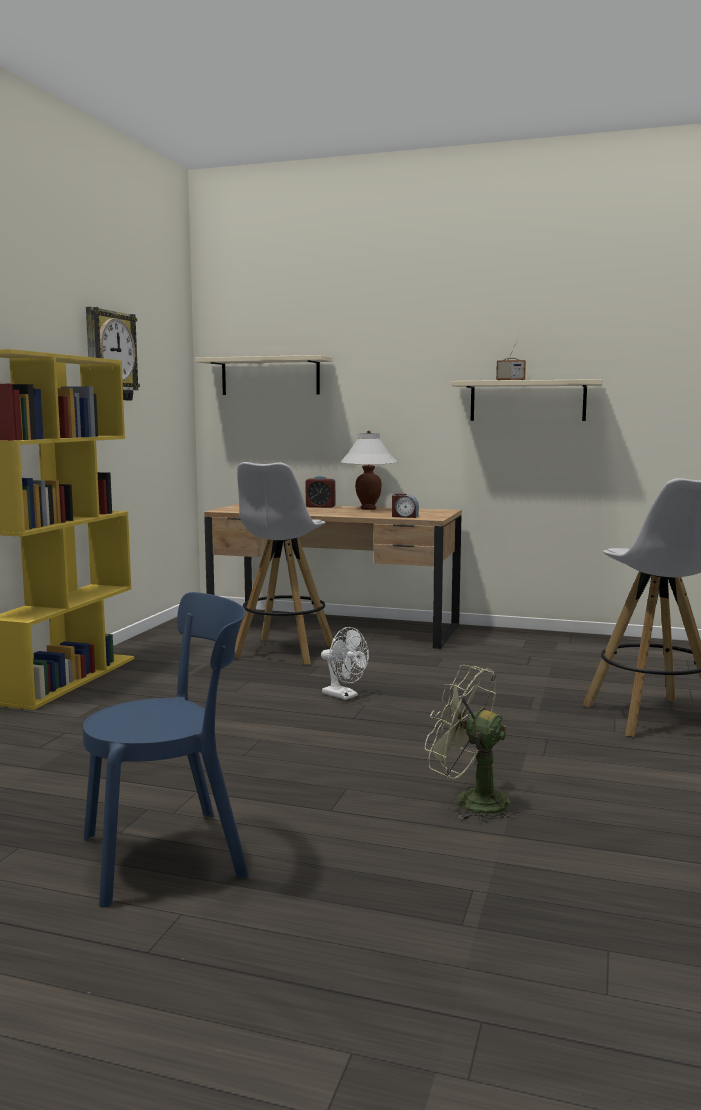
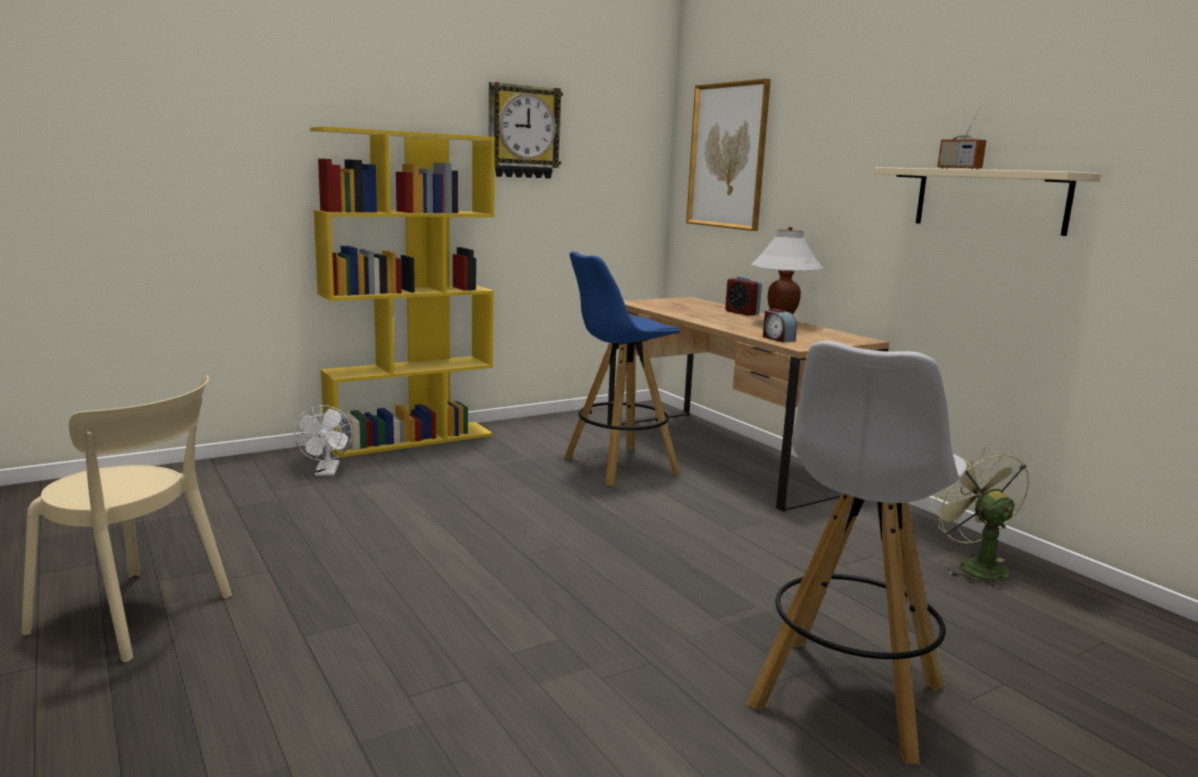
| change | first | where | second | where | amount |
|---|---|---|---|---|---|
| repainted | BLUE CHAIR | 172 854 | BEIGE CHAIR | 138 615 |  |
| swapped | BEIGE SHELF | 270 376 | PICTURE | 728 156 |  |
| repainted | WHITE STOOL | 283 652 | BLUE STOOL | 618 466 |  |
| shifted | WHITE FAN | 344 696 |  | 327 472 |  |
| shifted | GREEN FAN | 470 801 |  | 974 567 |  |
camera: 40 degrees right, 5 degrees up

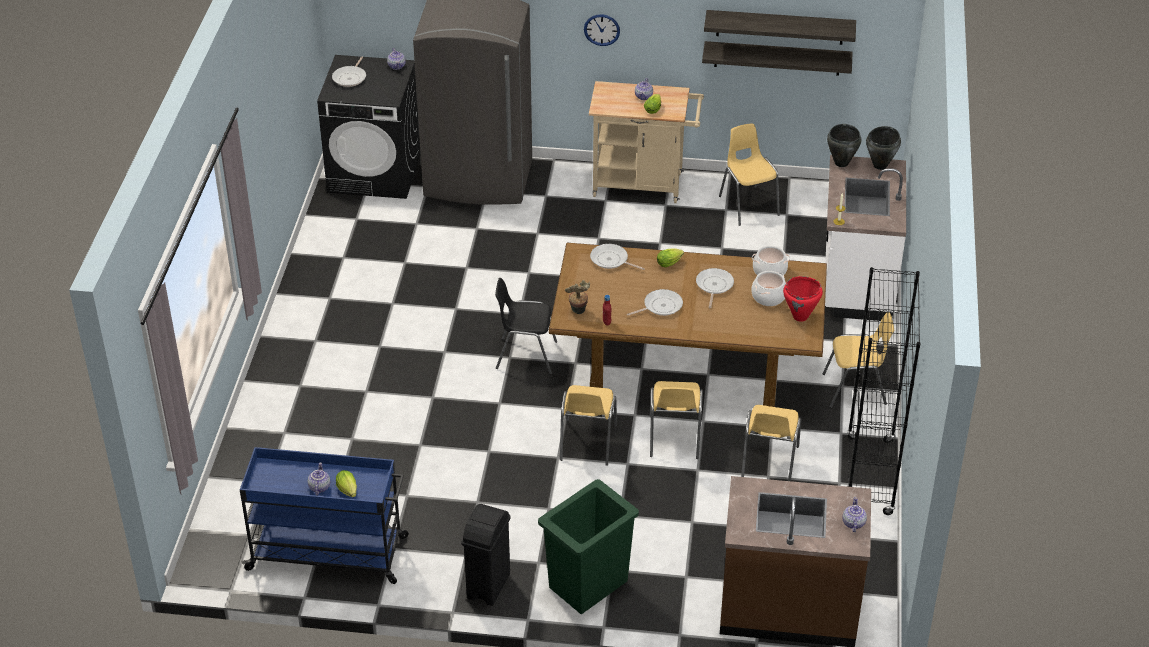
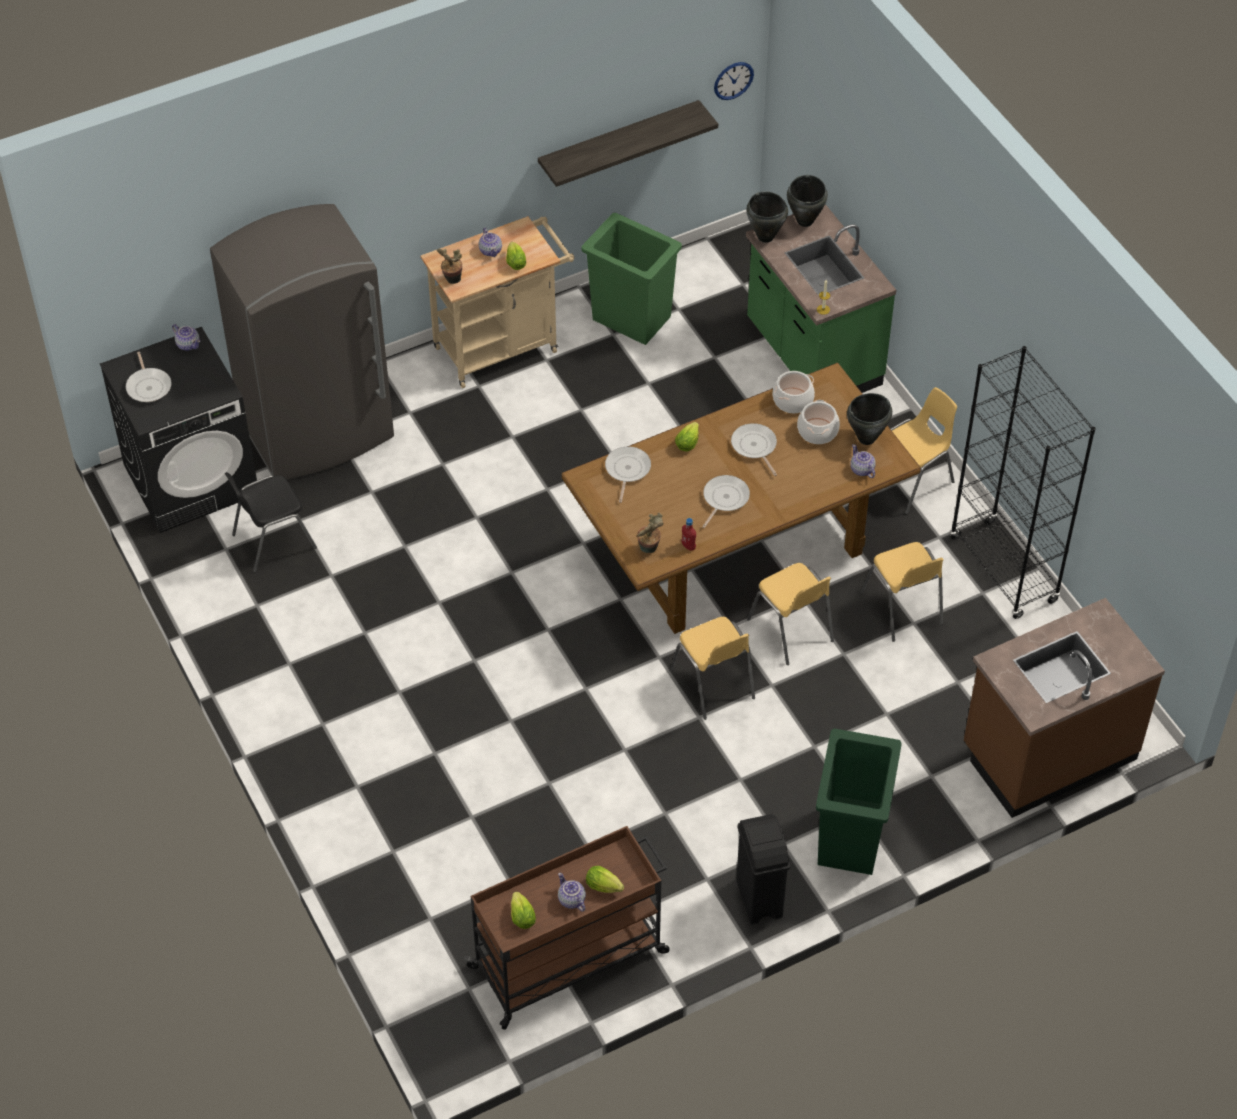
| change | first | where | second | where | amount |
|---|---|---|---|---|---|
| repainted | BLUE CART | 329 553 | BROWN CART | 570 959 |  |
| shifted | BLACK CHAIR | 525 355 |  | 273 541 |  |
| shifted | WALL CLOCK | 602 29 |  | 733 80 |  |
| rotated | FRYING PAN | 611 260 |  | 627 470 | 105 degrees clockwise |
| gone | SHELF | 780 27 |  |  |  |
| swapped | YELLOW CHAIR | 748 205 | GREEN TRASH CAN | 631 317 |  |
| repainted | RED COOKING POT | 800 317 | BLACK COOKING POT | 867 438 |  |
| repainted | WHITE COUNTER | 855 282 | GREEN COUNTER | 812 356 |  |
| shifted | TEAPOT | 853 523 |  | 862 470 |  |
| new |  |  | POTTED PLANT | 452 280 |  |
| new |  |  | LETTUCE | 521 915 |  |
camera: 35 degrees left, 10 degrees up

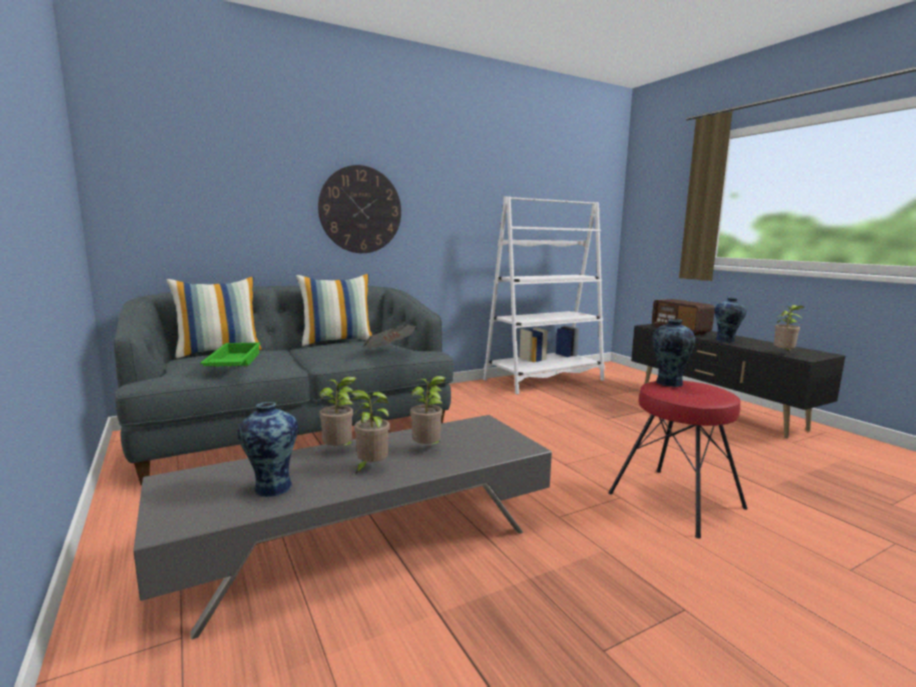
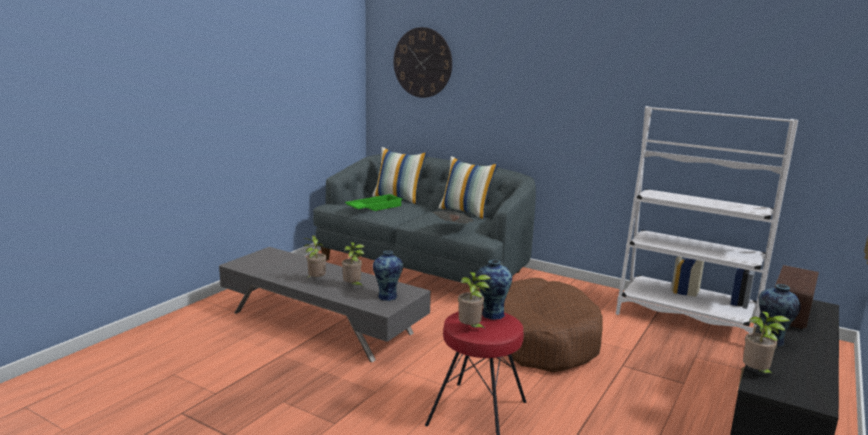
| change | first | where | second | where | amount |
|---|---|---|---|---|---|
| shifted | VASE | 272 487 |  | 387 296 |  |
| shifted | WALL CLOCK | 360 210 |  | 422 62 |  |
| shifted | POTTED PLANT | 339 450 |  | 471 329 |  |
| new |  |  | BROWN DOG BED | 542 339 |  |
camera: 60 degrees right, 5 degrees up

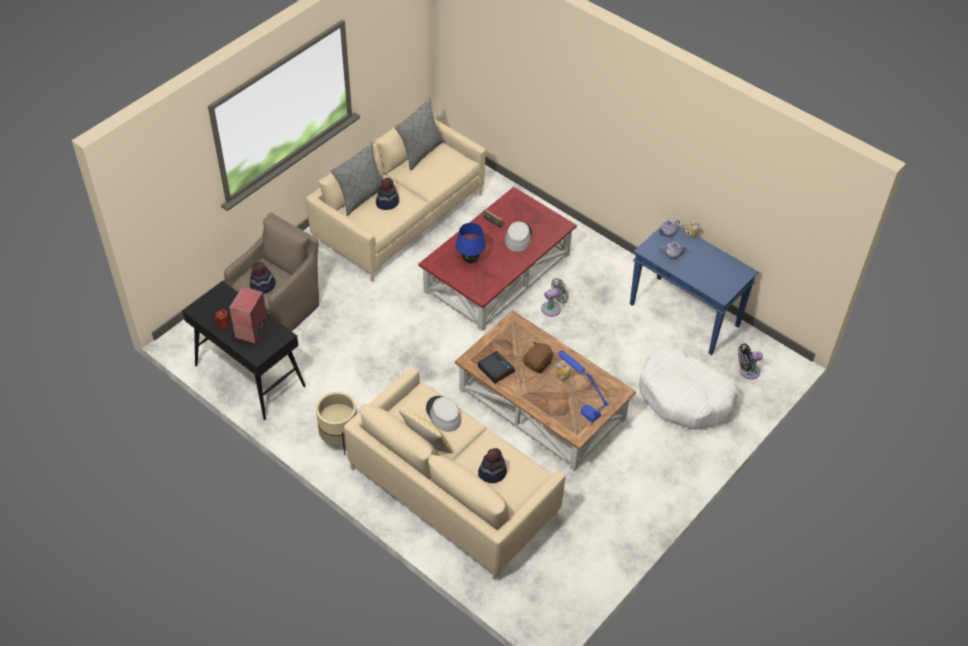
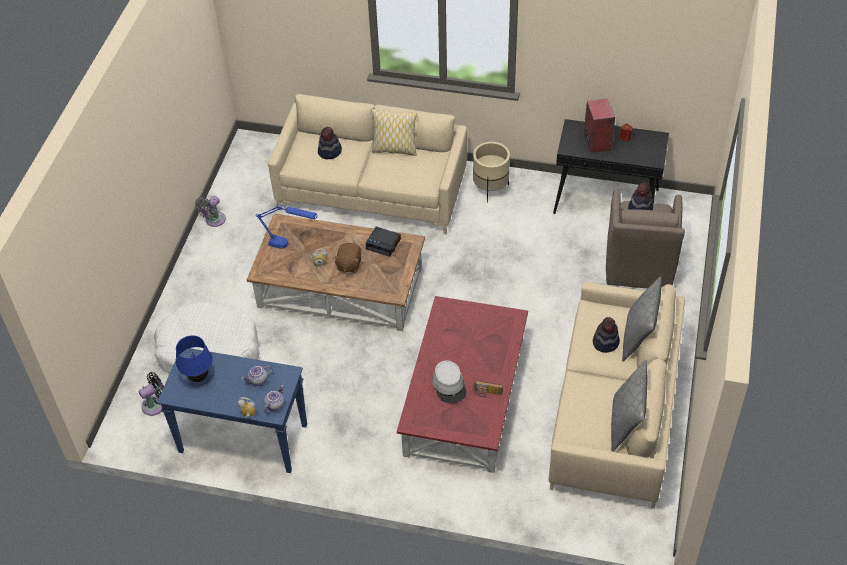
| change | first | where | second | where | amount |
|---|---|---|---|---|---|
| gone | GREY HAT | 443 414 |  |  |  |
| shifted | BLUE TABLE LAMP | 470 260 |  | 198 378 |  |
| shifted | GREY FAN | 553 308 |  | 214 221 |  |
camera: 155 degrees right, 0 degrees up

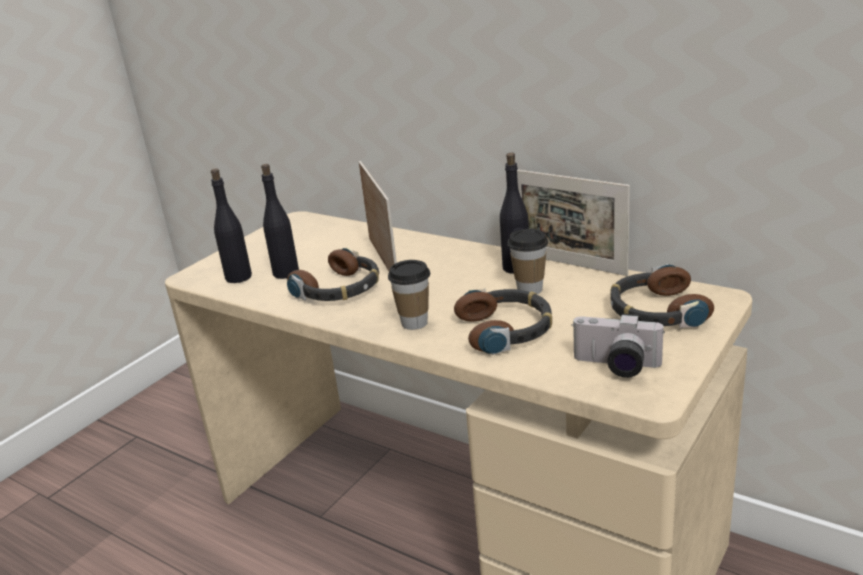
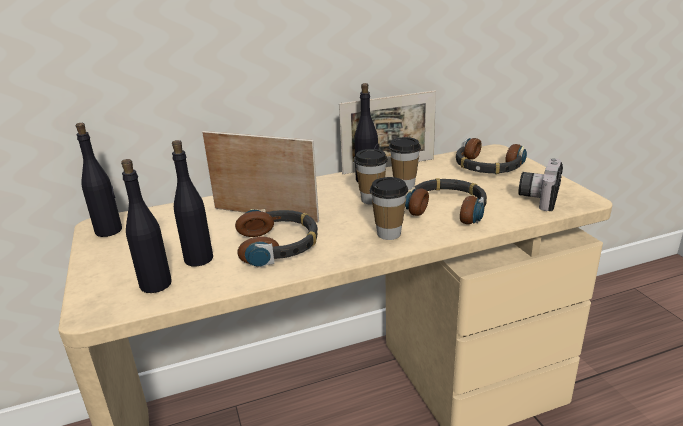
| change | first | where | second | where | amount |
|---|---|---|---|---|---|
| rotated | PHOTO CAMERA | 615 366 |  | 538 196 | 150 degrees clockwise |
| new |  |  | BLACK BOTTLE | 109 230 |  |
| new |  |  | CUP | 371 199 |  |
camera: 55 degrees left, 0 degrees up

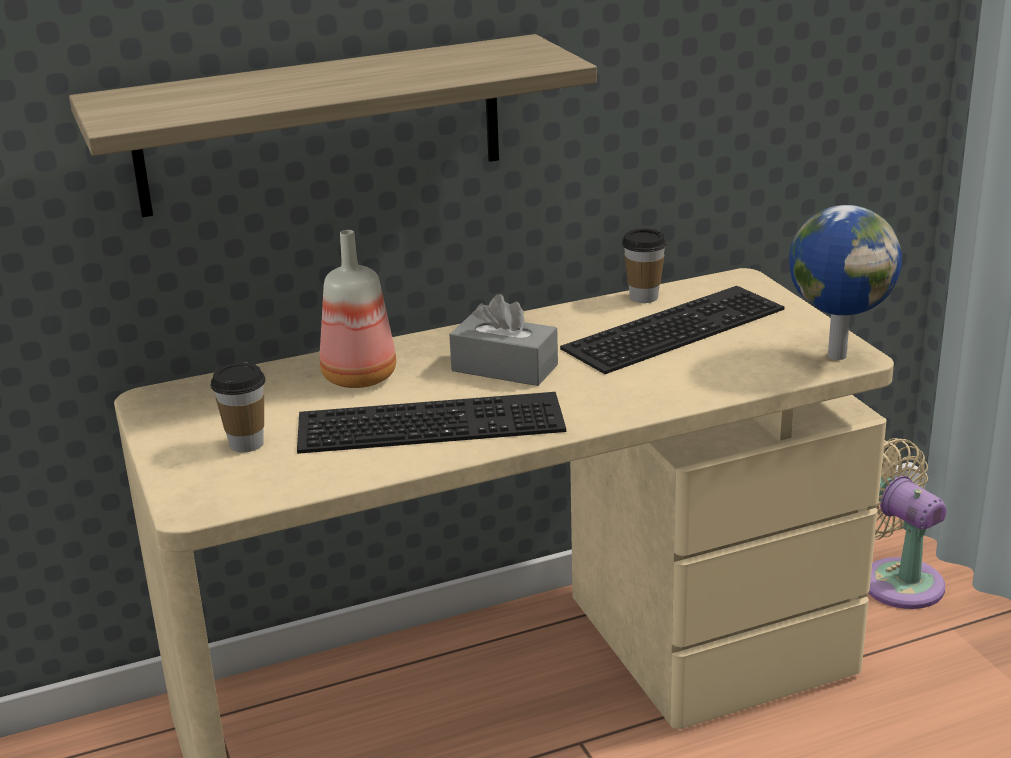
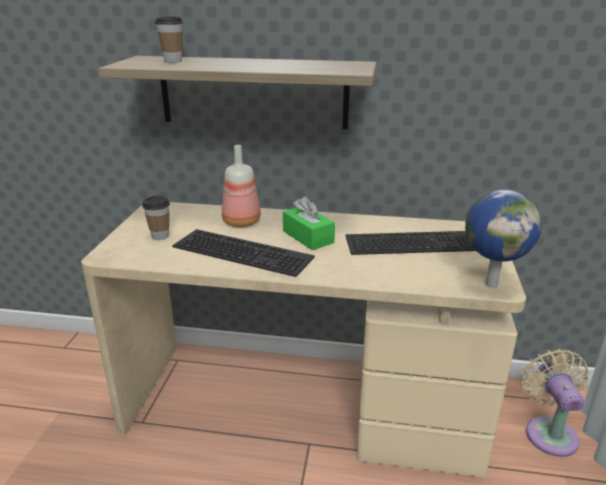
| change | first | where | second | where | amount |
|---|---|---|---|---|---|
| repainted | GREY TISSUE BOX | 504 368 | GREEN TISSUE BOX | 308 237 |  |
| shifted | CUP | 643 297 |  | 173 61 |  |
camera: 30 degrees right, 0 degrees up

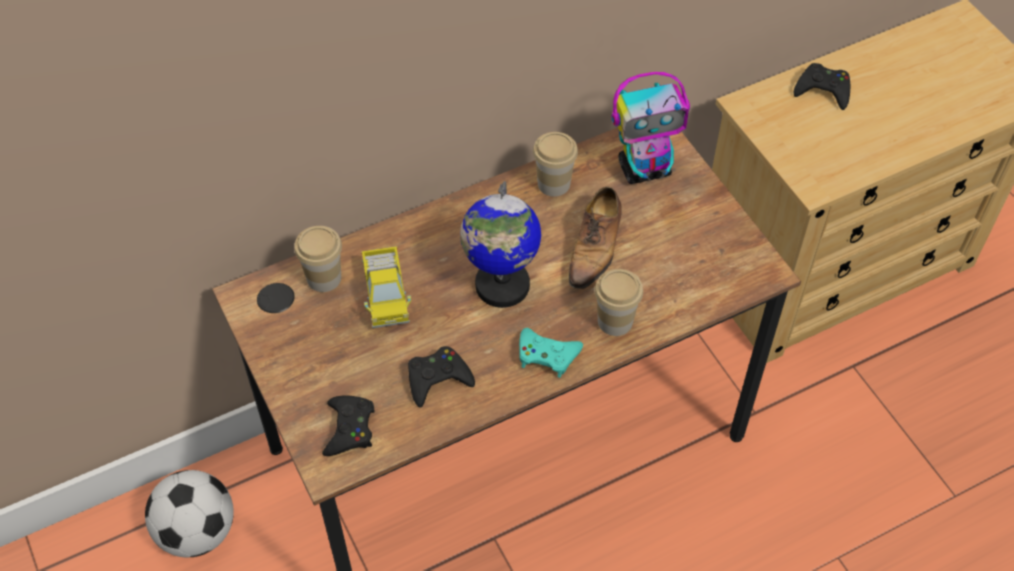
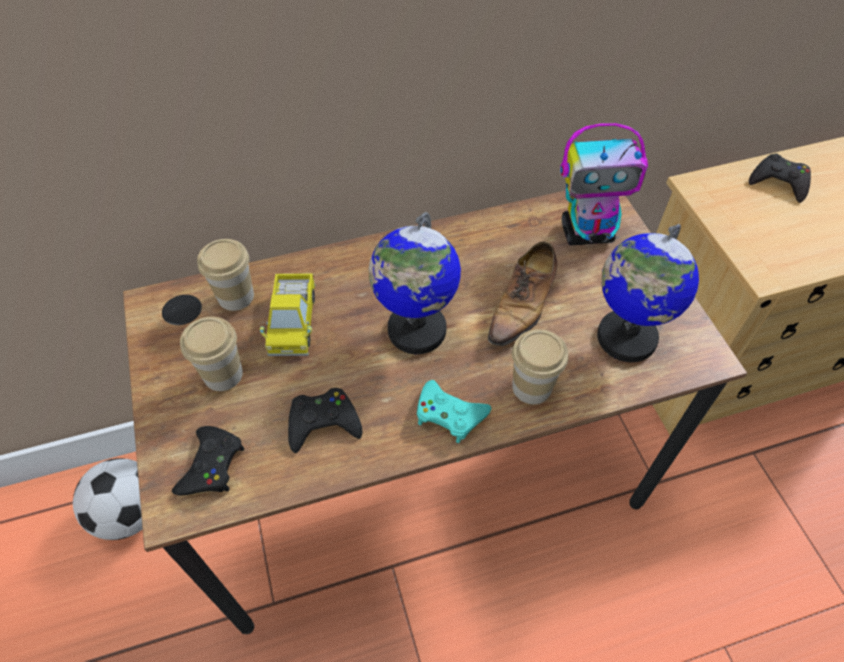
| change | first | where | second | where | amount |
|---|---|---|---|---|---|
| shifted | CUP | 553 183 |  | 223 374 |  |
| new |  |  | GLOBE | 625 337 |  |
camera: 10 degrees right, 0 degrees up

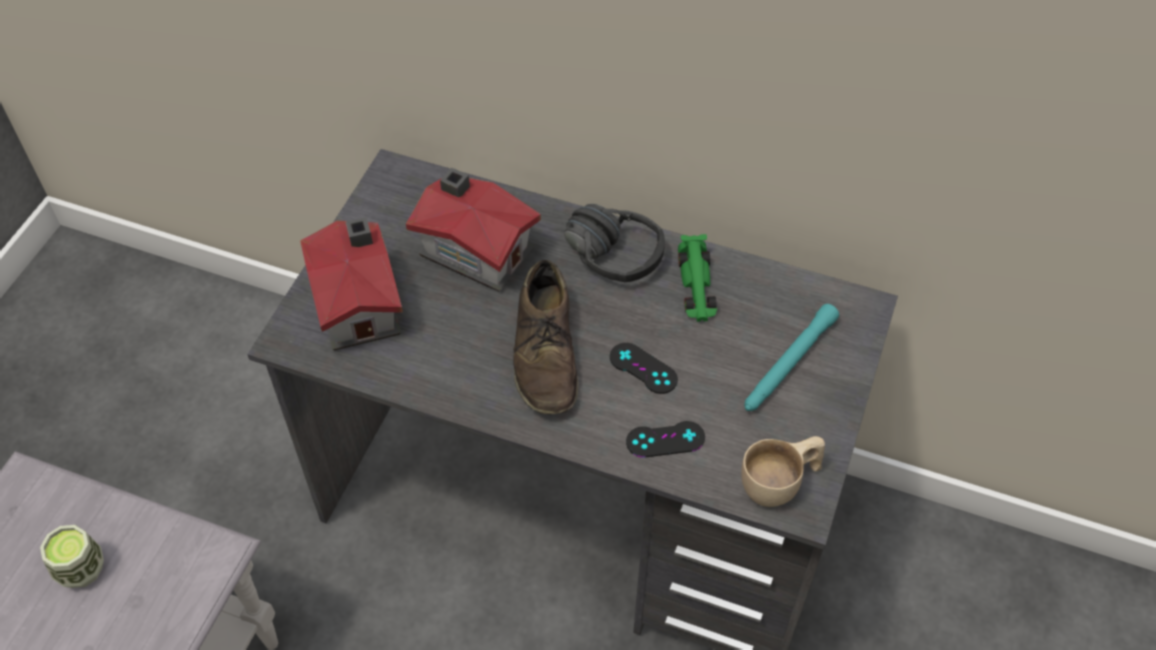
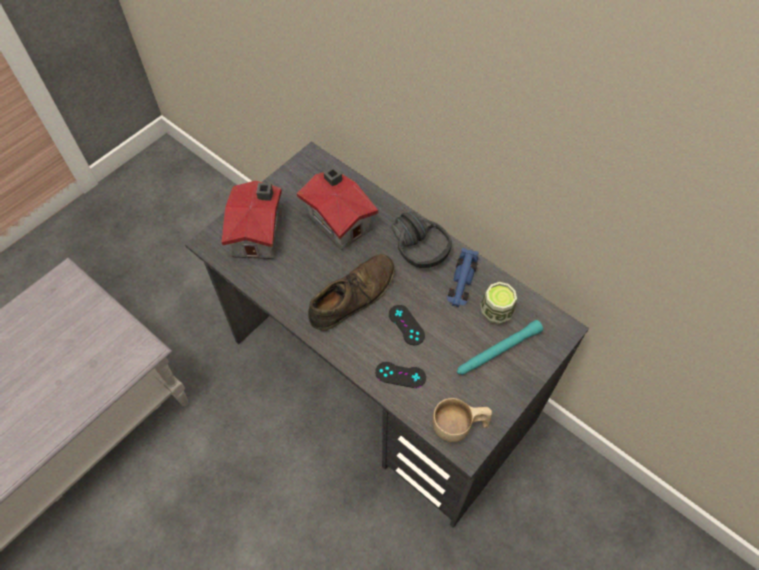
| change | first | where | second | where | amount |
|---|---|---|---|---|---|
| shifted | CUP | 81 569 |  | 496 312 |  |
| rotated | BROWN SHOE | 546 352 |  | 353 296 | 150 degrees counterclockwise |
| repainted | GREEN TOY CAR | 696 286 | BLUE TOY CAR | 462 282 |  |
camera: 20 degrees right, 5 degrees up

